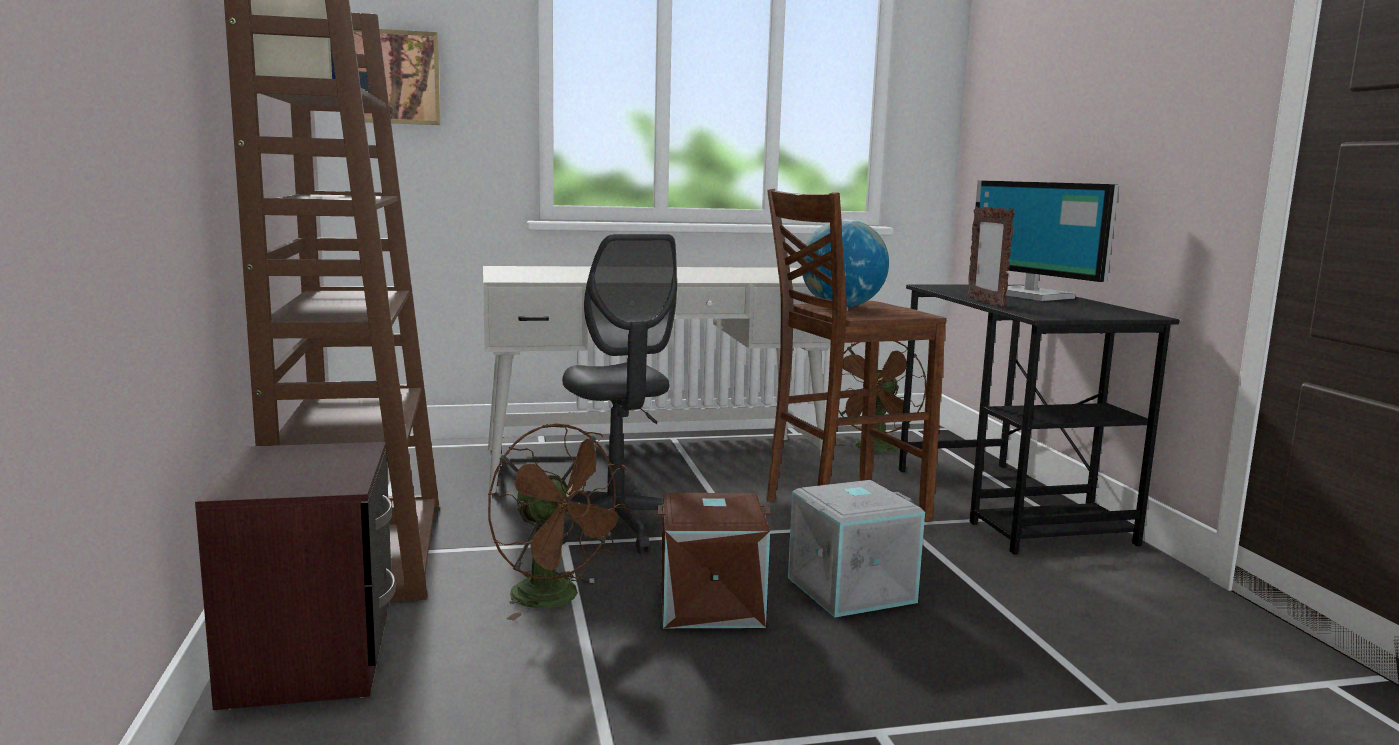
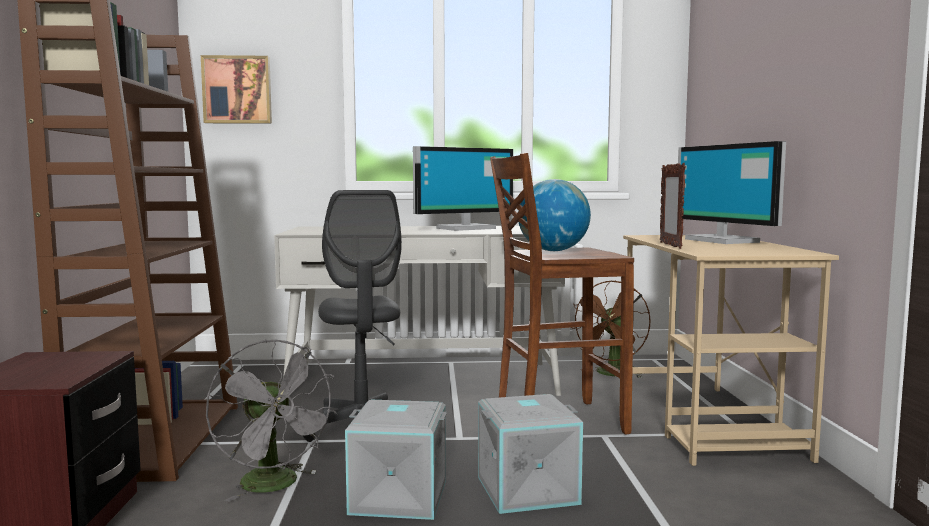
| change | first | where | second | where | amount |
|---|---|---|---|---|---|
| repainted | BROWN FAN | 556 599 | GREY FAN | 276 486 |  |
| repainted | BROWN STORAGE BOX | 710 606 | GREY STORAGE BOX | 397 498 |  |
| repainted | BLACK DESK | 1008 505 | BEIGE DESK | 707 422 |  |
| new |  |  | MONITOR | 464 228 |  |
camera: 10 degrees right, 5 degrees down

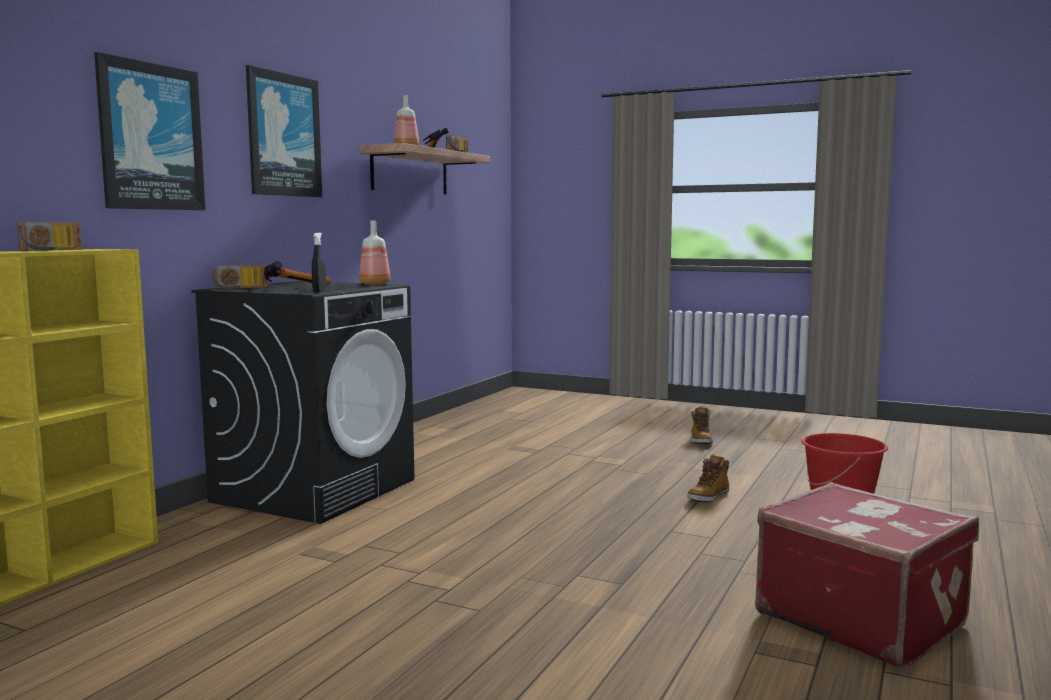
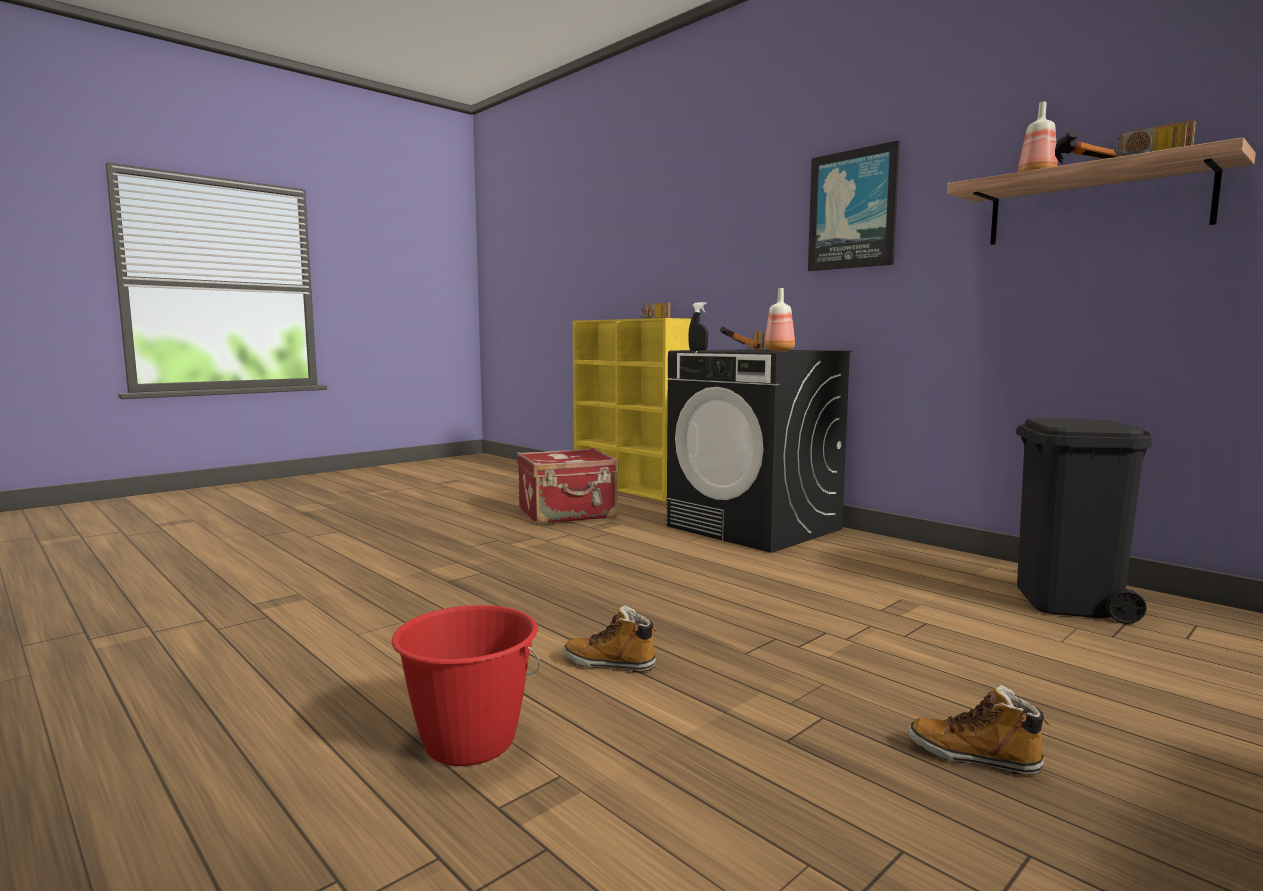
| change | first | where | second | where | amount |
|---|---|---|---|---|---|
| gone | PICTURE | 150 137 |  |  |  |
| rotated | BOOT | 708 497 |  | 610 664 | 45 degrees counterclockwise |
| shifted | RED SUITCASE | 861 618 |  | 568 514 |  |
| new |  |  | BLACK TRASH CAN | 1068 602 |  |
camera: 110 degrees right, 0 degrees up

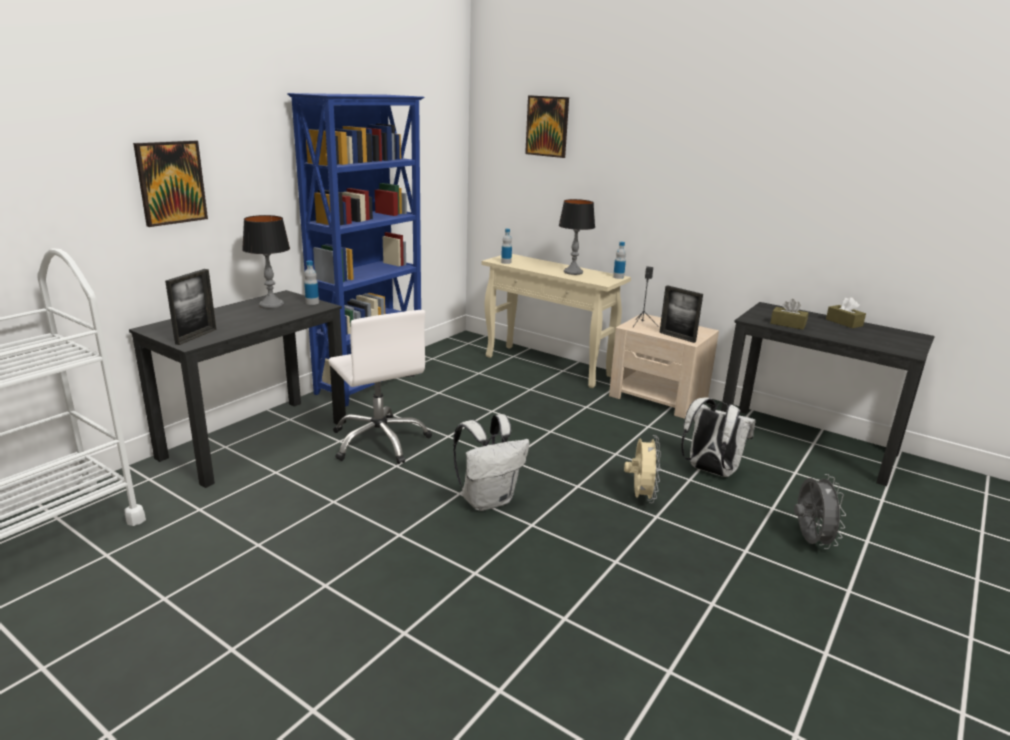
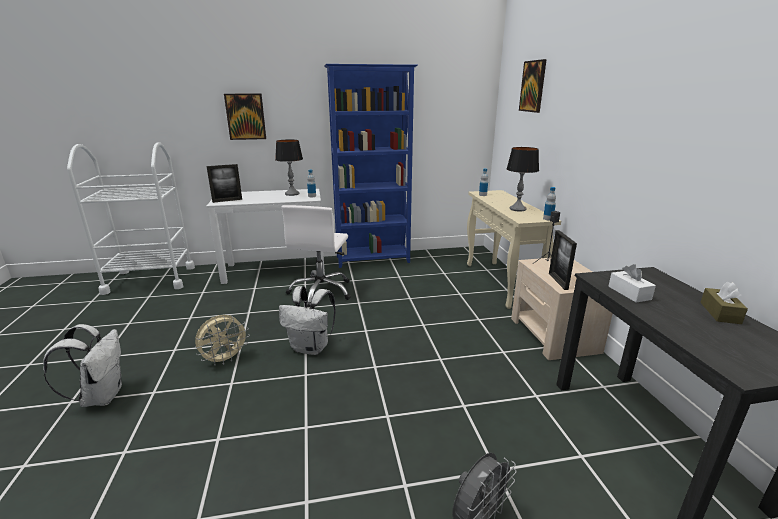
| change | first | where | second | where | amount |
|---|---|---|---|---|---|
| repainted | BLACK DESK | 256 439 | WHITE DESK | 275 270 |  |
| shifted | BEIGE FAN | 640 496 |  | 225 359 |  |
| shifted | WHITE BACKPACK | 709 471 |  | 101 396 |  |
| repainted | BROWN TISSUE BOX | 788 324 | WHITE TISSUE BOX | 629 293 |  |
camera: 45 degrees right, 0 degrees up

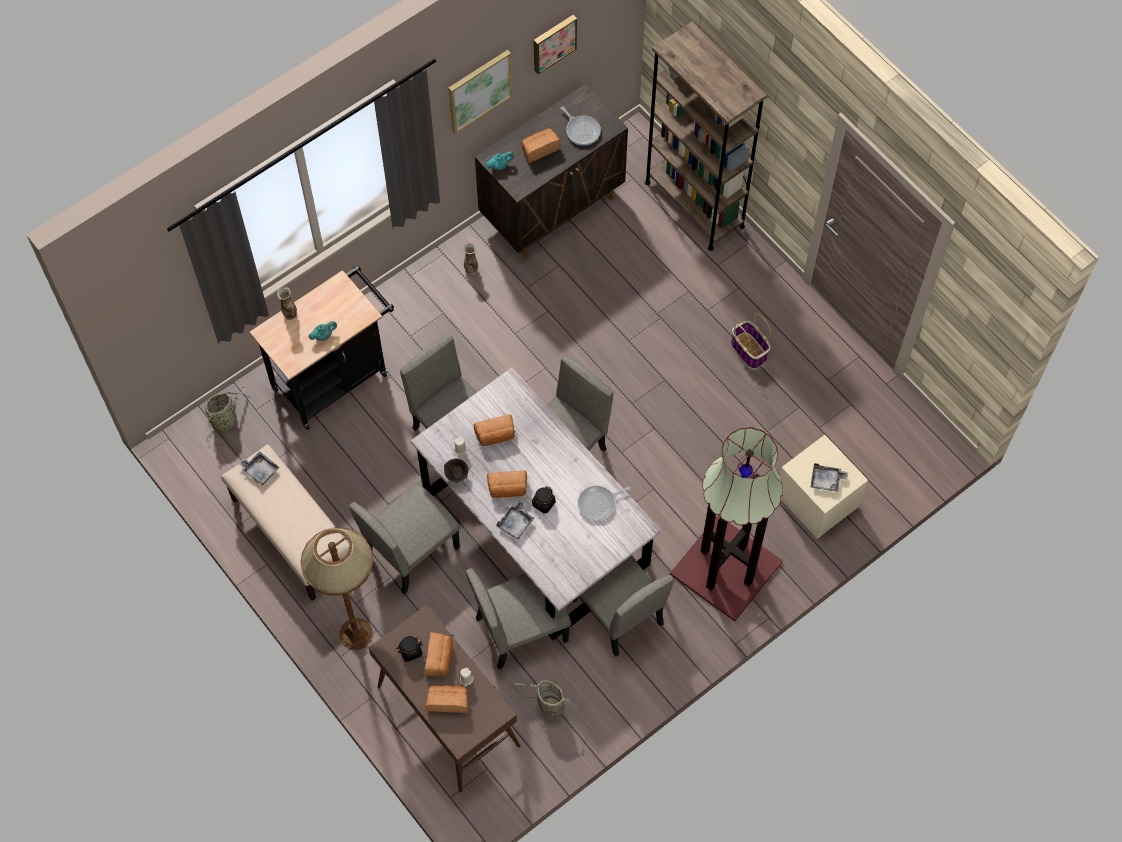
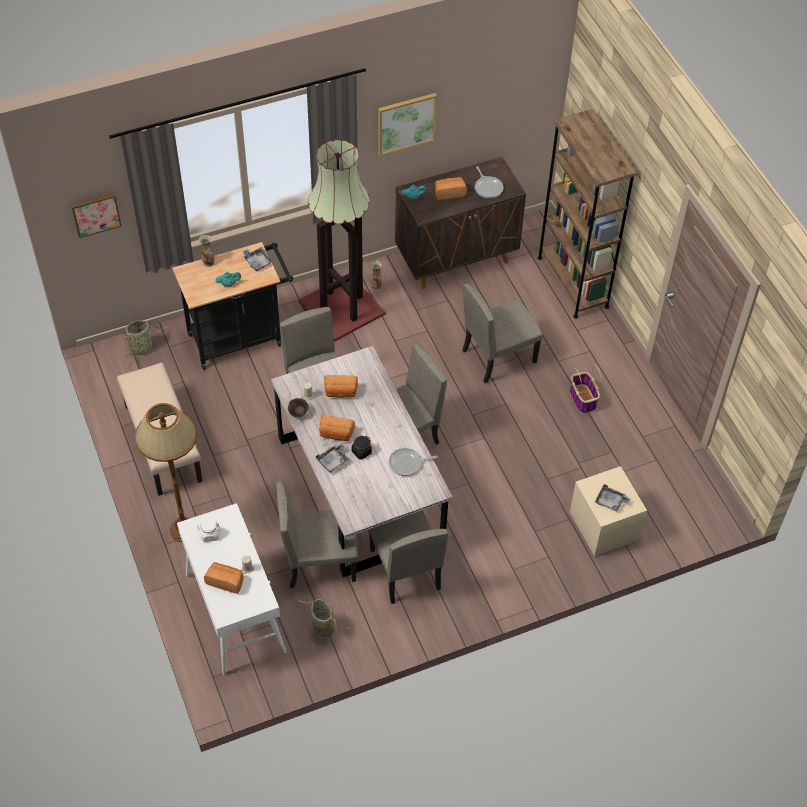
| change | first | where | second | where | amount |
|---|---|---|---|---|---|
| shifted | GREY TRAY | 260 470 |  | 257 261 |  |
| shifted | BEIGE CHAIR | 411 550 |  | 498 355 |  |
| repainted | BROWN CONSOLE TABLE | 447 716 | WHITE CONSOLE TABLE | 234 612 |  |
| repainted | BLACK JAR | 410 651 | WHITE JAR | 210 535 |  |
| gone | BREAD | 439 658 |  |  |  |
| shifted | PICTURE | 553 42 |  | 95 213 |  |
| shifted | FLOOR LAMP | 724 568 |  | 340 307 |  |
camera: 15 degrees right, 10 degrees down

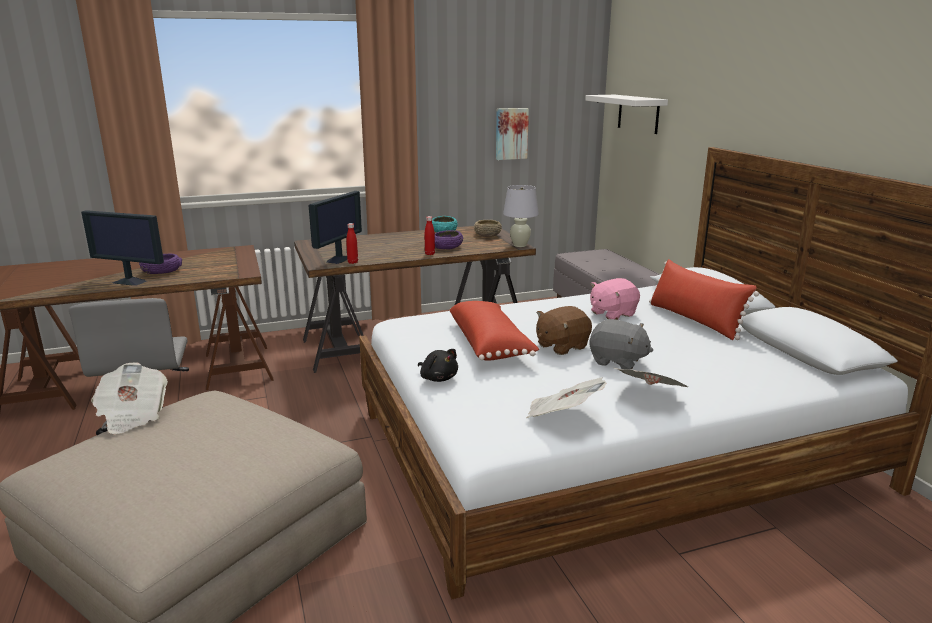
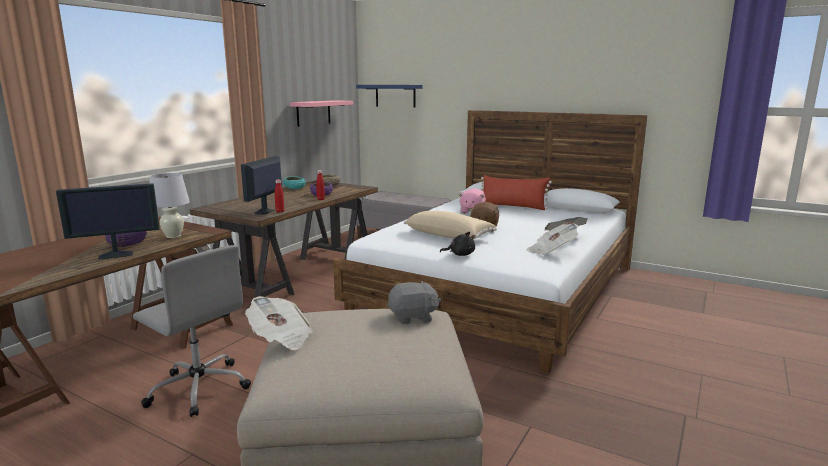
| change | first | where | second | where | amount |
|---|---|---|---|---|---|
| rotated | MONITOR | 339 259 |  | 264 212 | 150 degrees counterclockwise |
| repainted | RED PILLOW | 490 345 | BEIGE PILLOW | 449 235 |  |
| swapped | PICTURE | 511 133 | PINK SHELF | 313 113 |  |
| shifted | WHITE TABLE LAMP | 519 245 |  | 173 236 |  |
| repainted | WHITE SHELF | 638 113 | BLUE SHELF | 395 95 |  |
| shifted | GREY PLUSH TOY | 617 361 |  | 413 317 |  |
camera: 40 degrees left, 5 degrees down

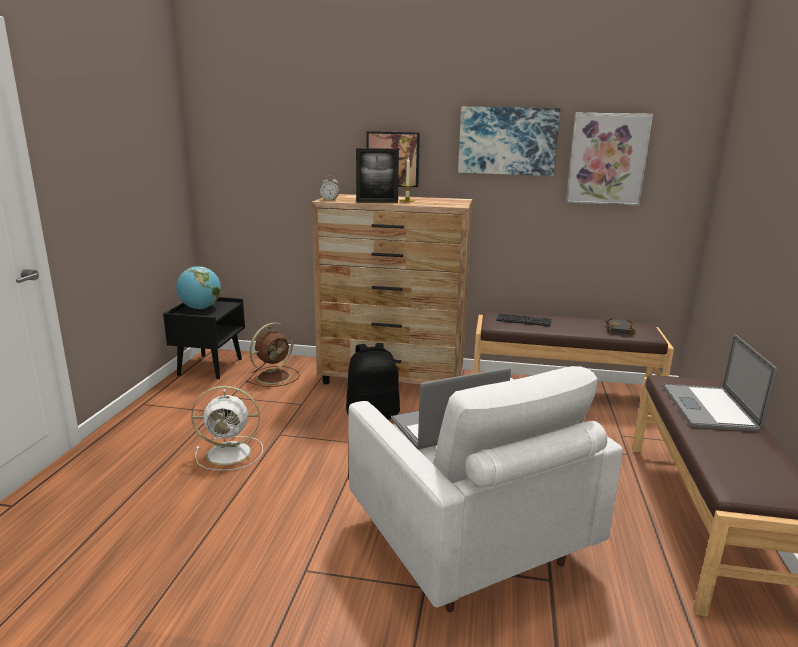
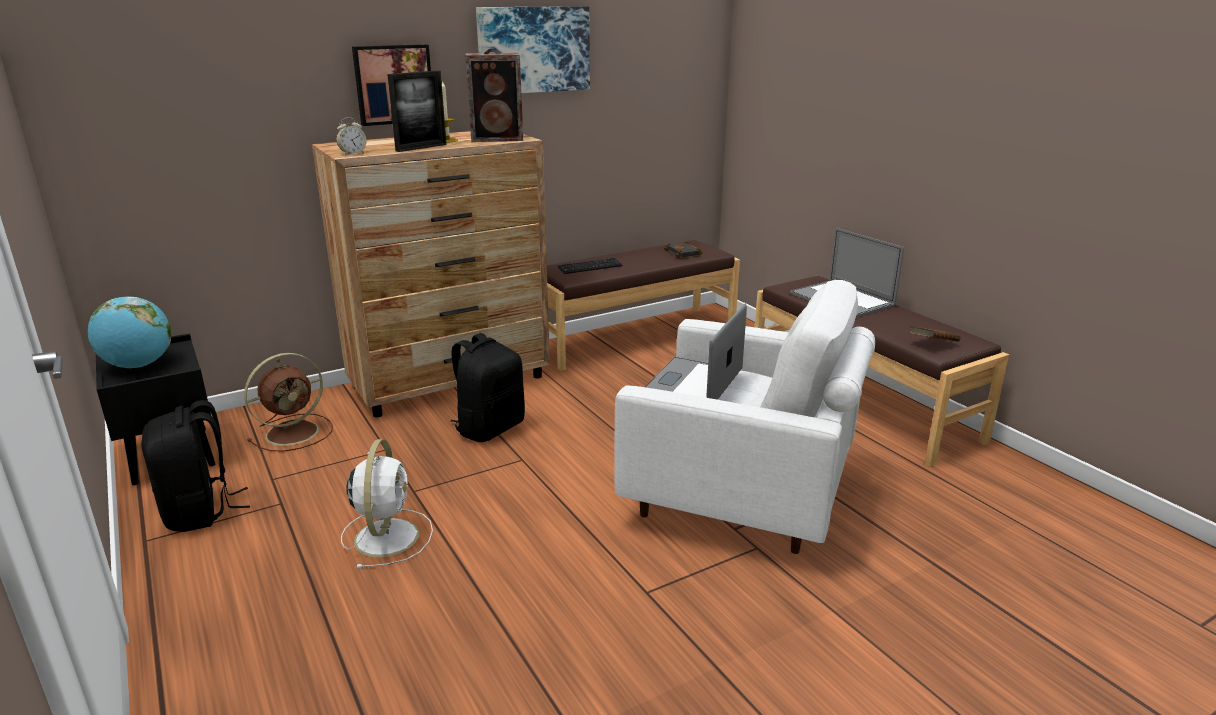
| change | first | where | second | where | amount |
|---|---|---|---|---|---|
| rotated | WHITE FAN | 231 453 |  | 387 536 | 45 degrees counterclockwise |
| rotated | BROWN FAN | 275 376 |  | 294 432 | 45 degrees clockwise |
| gone | PICTURE | 607 159 |  |  |  |
| new |  |  | BLACK BACKPACK | 200 512 |  |
| new |  |  | SPEAKER | 499 138 |  |
| new |  |  | BROWN BOOK | 932 344 |  |
camera: 40 degrees left, 5 degrees up

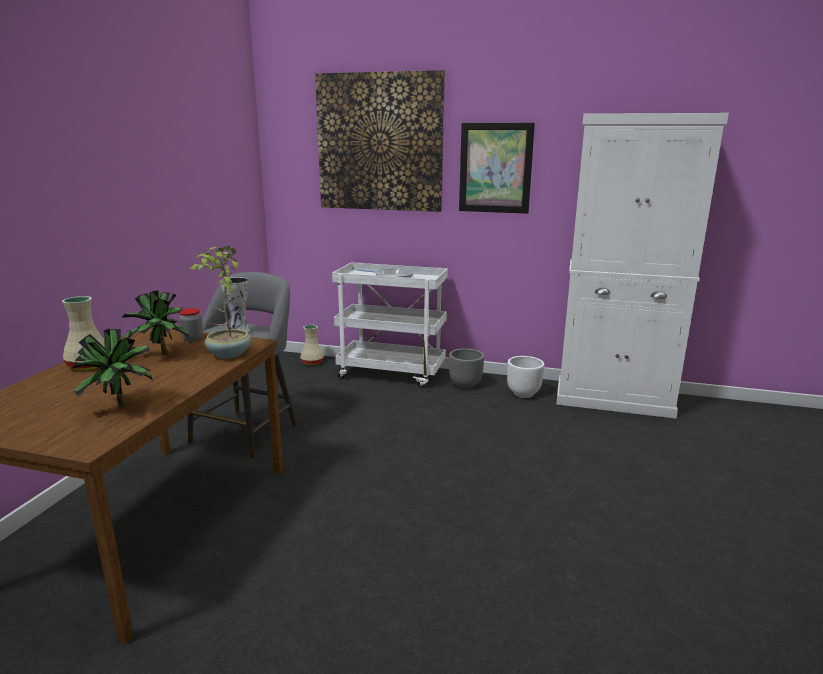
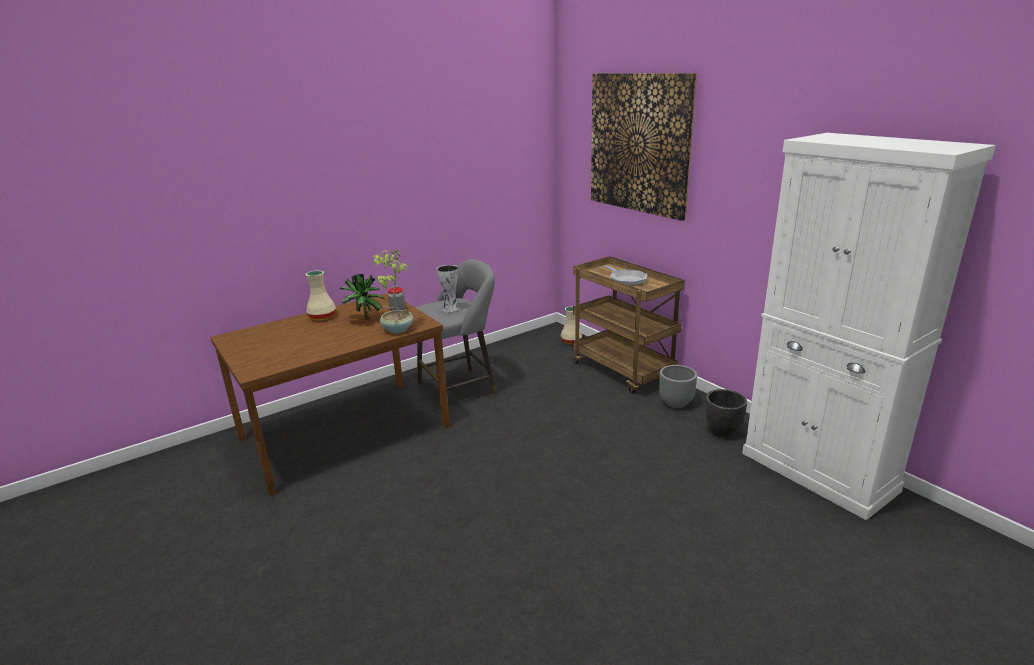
| change | first | where | second | where | amount |
|---|---|---|---|---|---|
| gone | POTTED PLANT | 120 408 |  |  |  |
| repainted | WHITE CART | 392 373 | BROWN CART | 624 371 |  |
| gone | PICTURE | 495 168 |  |  |  |
| repainted | WHITE PLANTER | 523 394 | BLACK PLANTER | 722 431 |  |
camera: 40 degrees right, 5 degrees up

